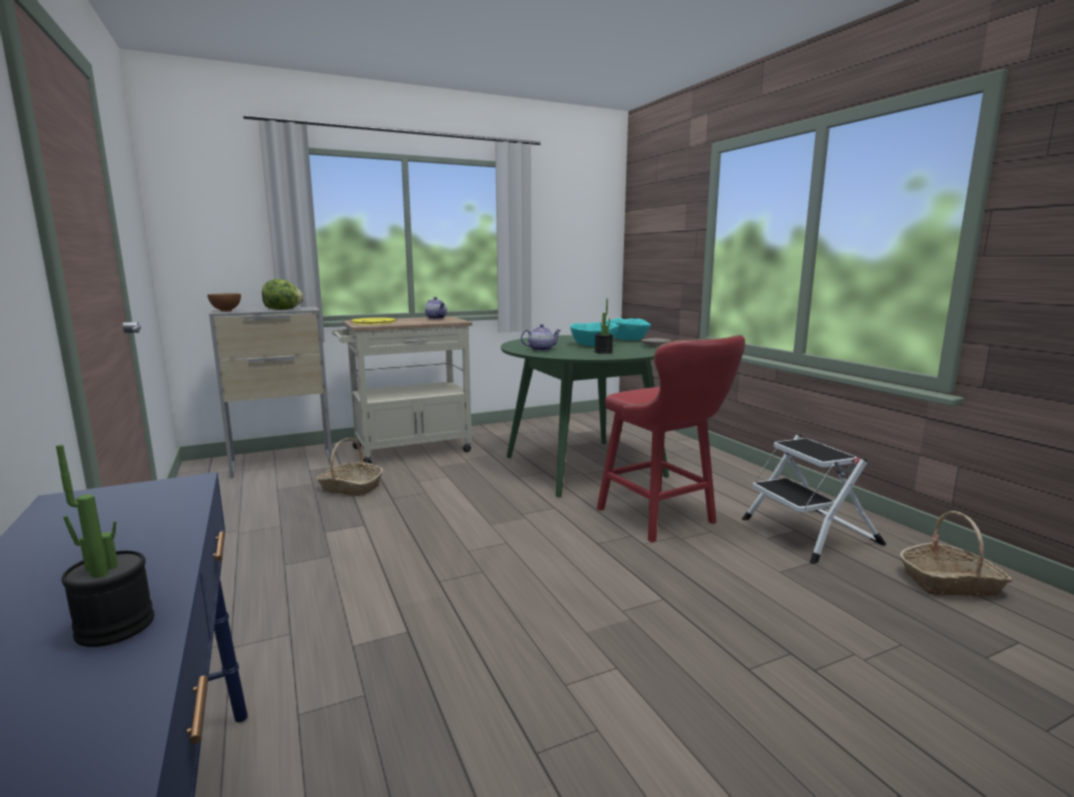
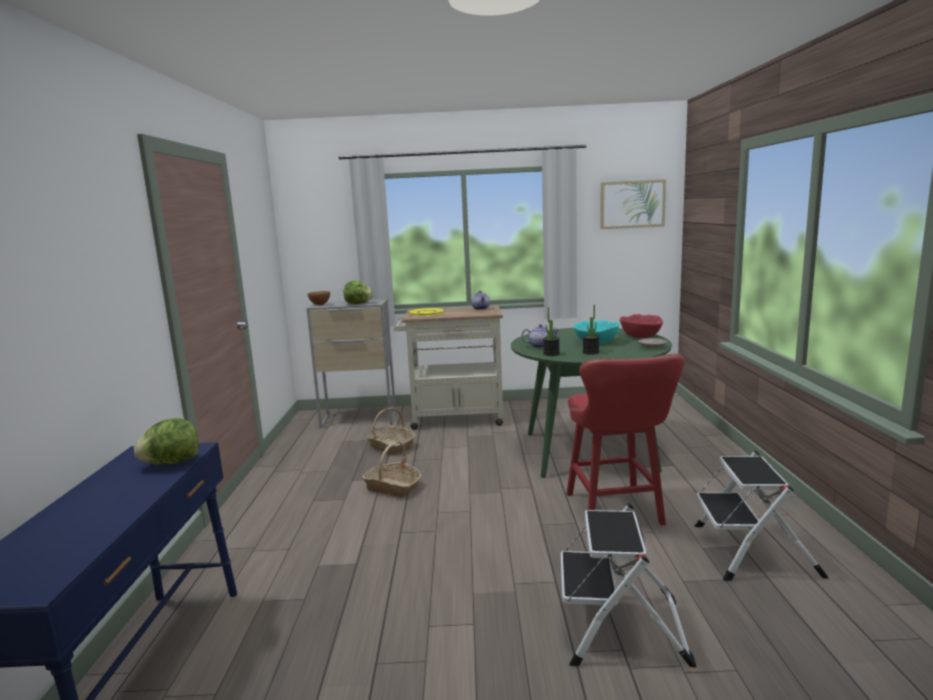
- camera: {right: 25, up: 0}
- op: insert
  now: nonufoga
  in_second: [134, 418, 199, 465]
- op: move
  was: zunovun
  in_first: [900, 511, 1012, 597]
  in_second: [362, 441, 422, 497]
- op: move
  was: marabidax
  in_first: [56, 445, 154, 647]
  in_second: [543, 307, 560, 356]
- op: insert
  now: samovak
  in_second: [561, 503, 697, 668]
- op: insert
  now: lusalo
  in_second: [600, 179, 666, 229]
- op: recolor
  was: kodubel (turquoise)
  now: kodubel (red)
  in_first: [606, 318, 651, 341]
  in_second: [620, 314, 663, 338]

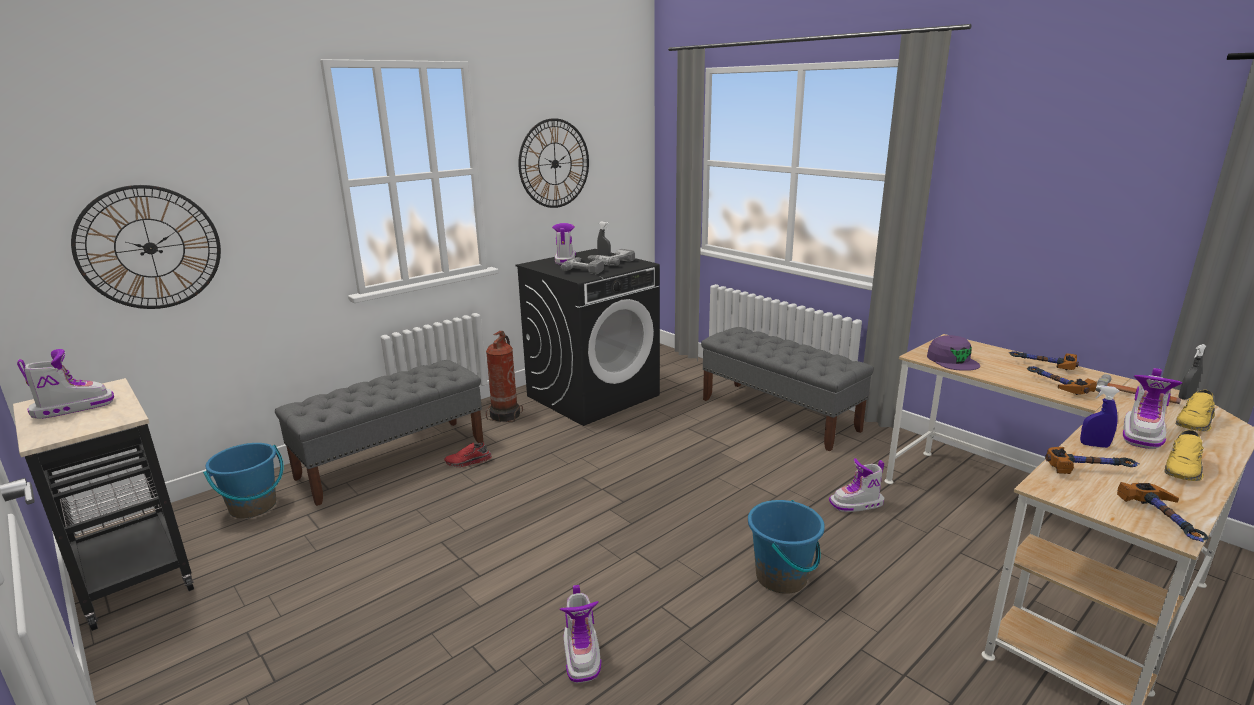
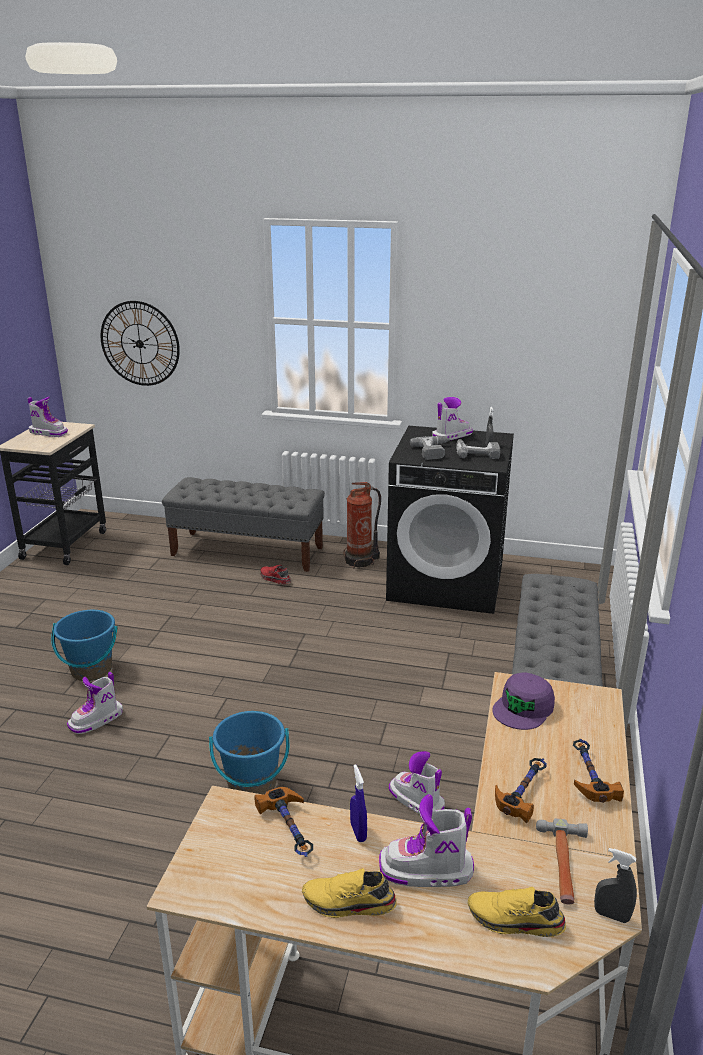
- camera: {right: 55, up: 5}
- op: move
  was: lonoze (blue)
  in_first: [203, 443, 284, 518]
  in_second: [51, 610, 118, 681]
- op: delete
  was: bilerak
  in_first: [518, 118, 589, 208]
- op: delete
  was: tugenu
  in_first: [1117, 482, 1209, 542]

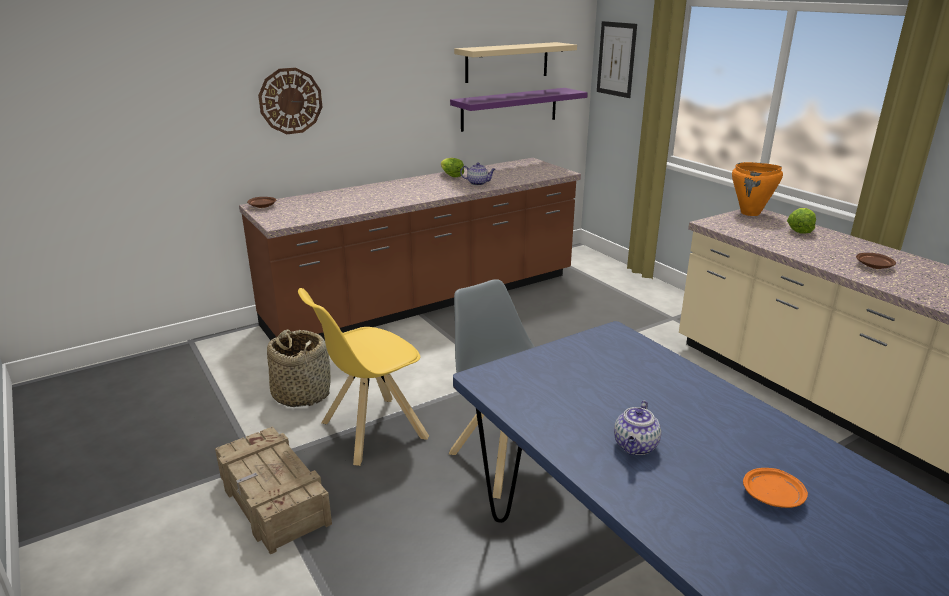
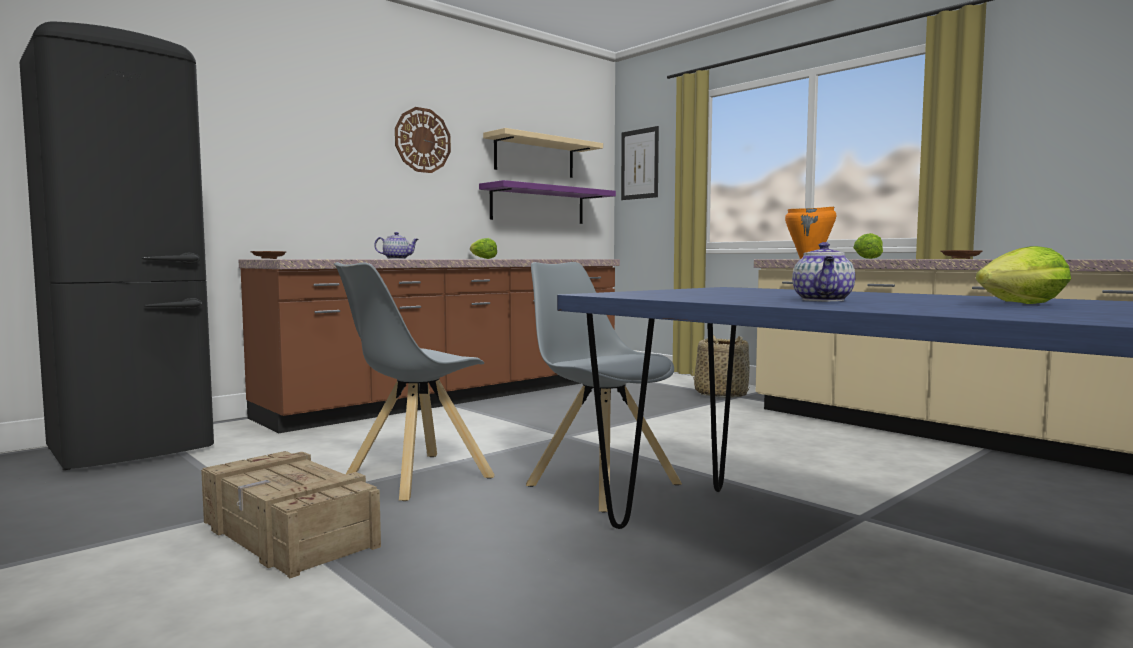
- camera: {right: -10, up: -20}
- op: insert
  now: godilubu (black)
  in_second: [20, 21, 214, 470]
- op: recolor
  was: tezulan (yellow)
  now: tezulan (grey)
  in_first: [298, 288, 429, 466]
  in_second: [334, 262, 495, 501]
- op: move
  was: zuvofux
  in_first: [460, 162, 496, 186]
  in_second: [374, 232, 419, 259]
- op: move
  was: bilerak
  in_first: [258, 68, 322, 134]
  in_second: [395, 107, 451, 173]
- op: move
  was: zunovun
  in_first: [267, 330, 331, 407]
  in_second: [692, 335, 750, 398]
- op: replace
  was: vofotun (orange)
  now: nonufoga
  in_first: [743, 468, 808, 508]
  in_second: [976, 246, 1071, 304]

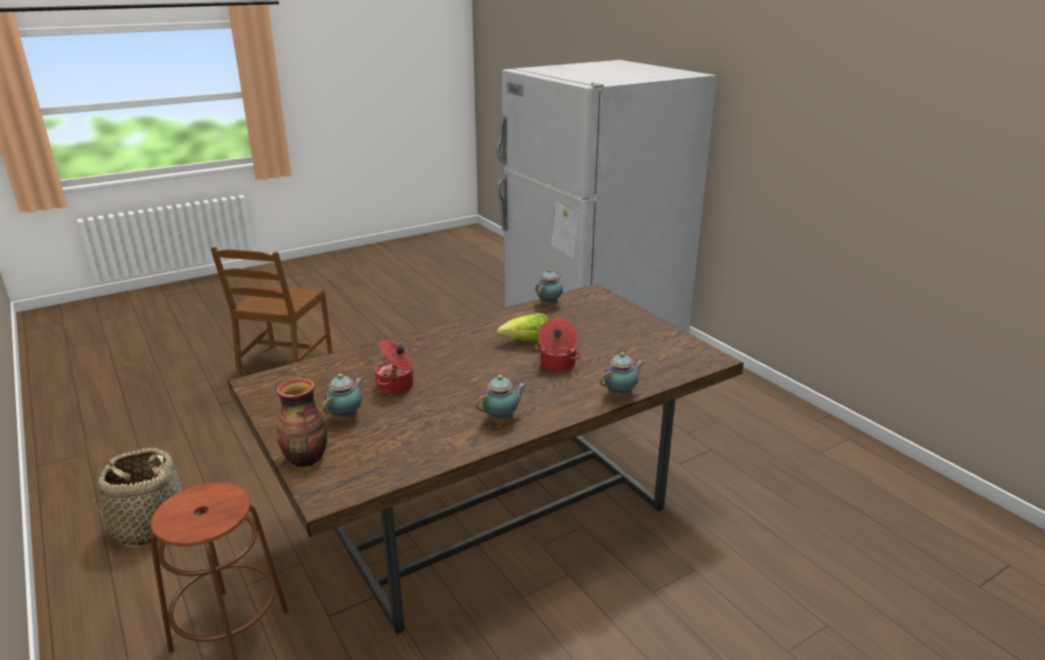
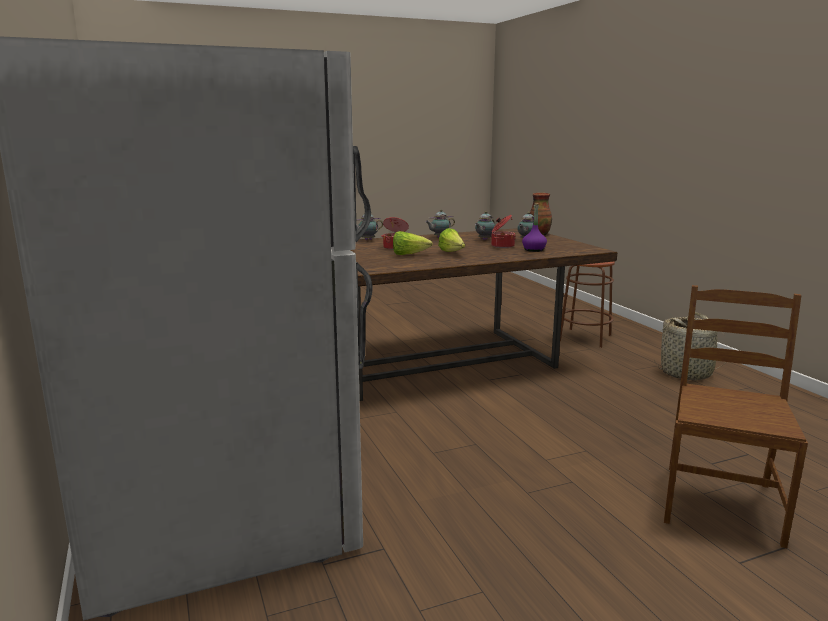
- camera: {right: -170, up: -10}
- op: insert
  now: nonufoga
  in_second: [438, 228, 465, 252]
- op: move
  was: zuvofux
  in_first: [535, 269, 563, 306]
  in_second: [475, 211, 495, 240]
- op: insert
  now: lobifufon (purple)
  in_second: [522, 203, 547, 252]

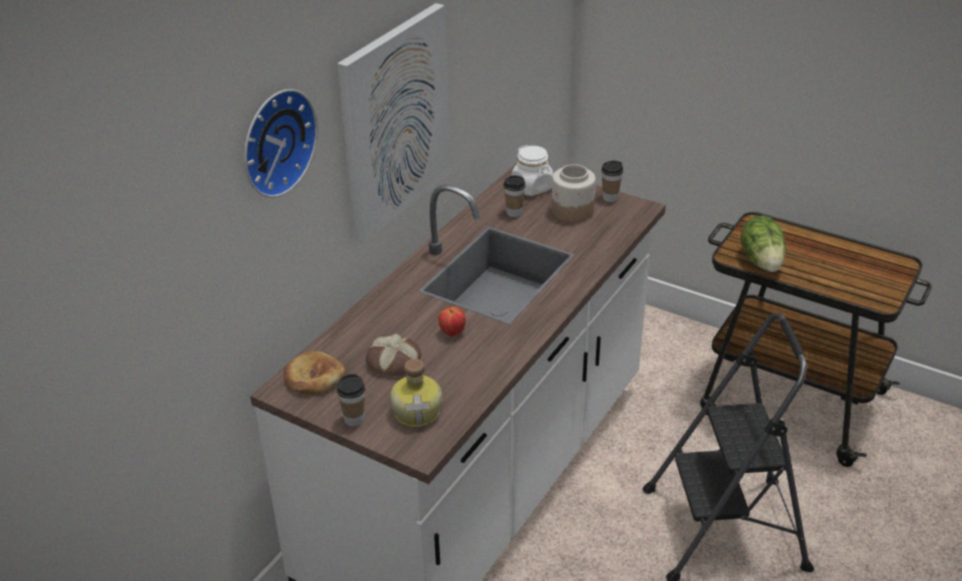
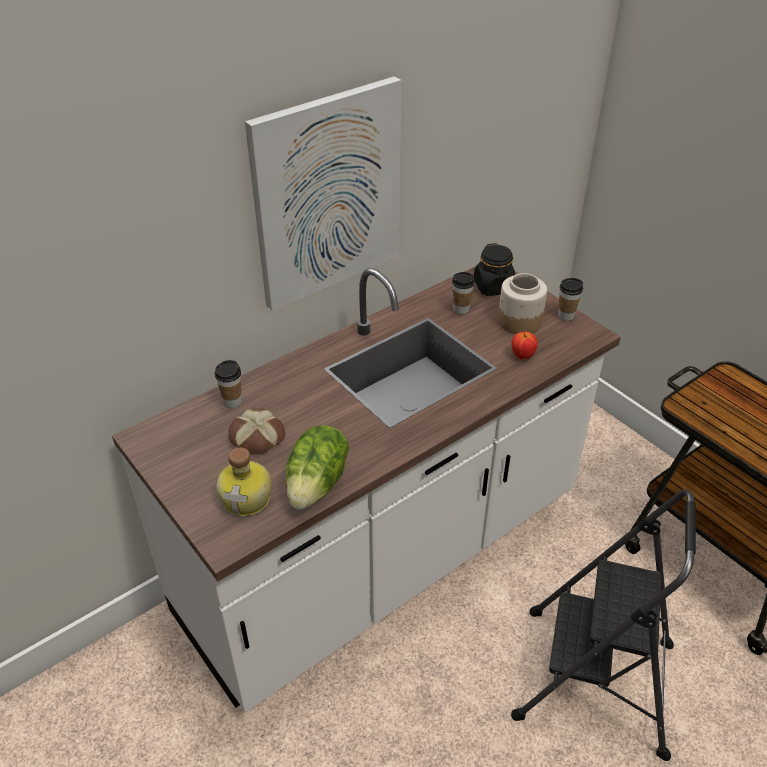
- camera: {right: 20, up: 5}
- op: move
  was: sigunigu
  in_first: [337, 374, 365, 426]
  in_second: [215, 360, 242, 408]
- op: move
  was: nonufoga
  in_first: [741, 216, 786, 272]
  in_second: [286, 425, 349, 509]
- op: recolor
  was: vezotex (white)
  now: vezotex (black)
  in_first: [511, 145, 554, 196]
  in_second: [474, 243, 515, 296]
- op: move
  was: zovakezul
  in_first: [438, 307, 466, 337]
  in_second: [512, 332, 538, 359]
- op: delete
  was: bilerak
  in_first: [244, 89, 318, 198]
- op: delete
  was: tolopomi
  in_first: [284, 351, 346, 394]

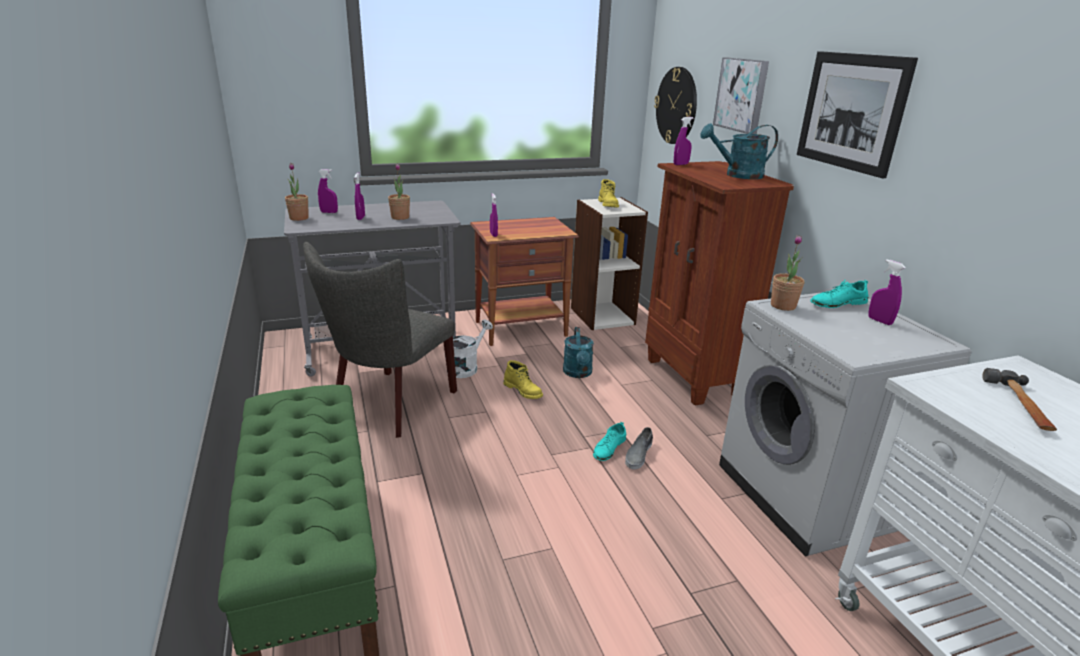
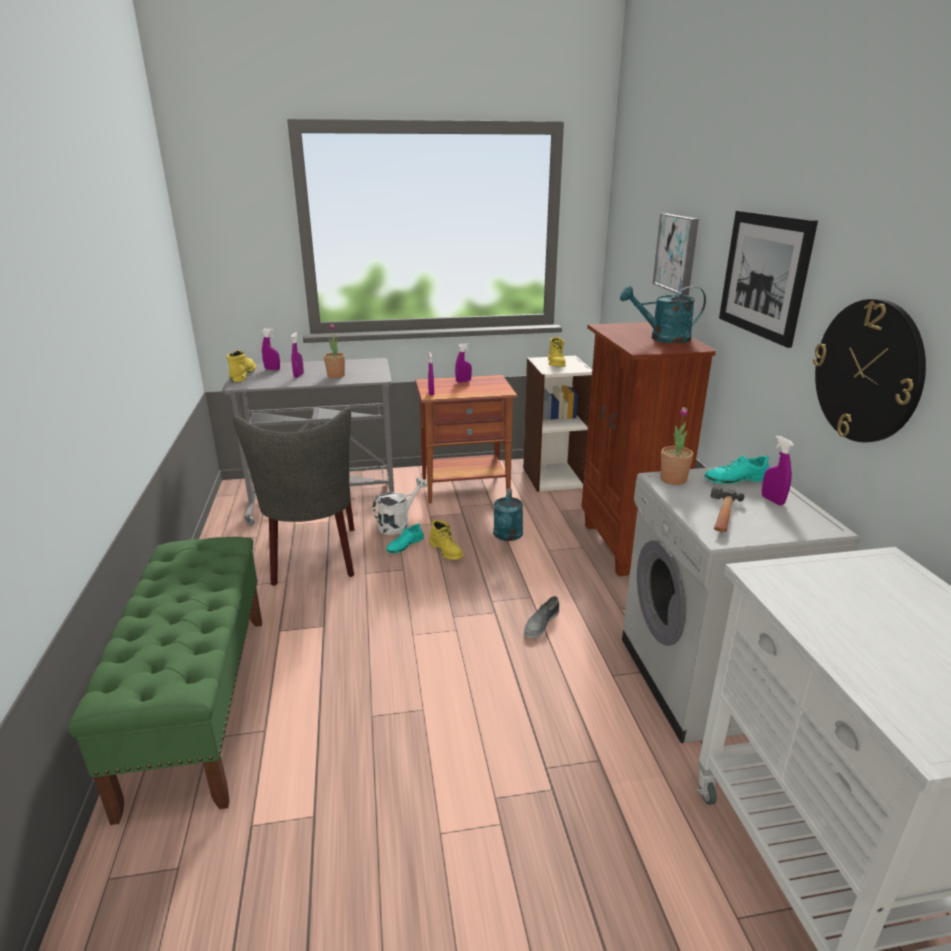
- camera: {right: 10, up: 0}
- op: replace
  was: marabidax
  now: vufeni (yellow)
  in_first: [285, 163, 309, 221]
  in_second: [227, 351, 256, 382]
- op: rotate
  was: tezulan (grey)
  in_first: [303, 242, 457, 438]
  in_second: [233, 407, 354, 586]
  clockwise: -45
- op: move
  was: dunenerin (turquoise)
  in_first: [593, 422, 626, 461]
  in_second: [386, 524, 424, 553]
- op: move
  was: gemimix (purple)
  in_first: [674, 117, 693, 165]
  in_second: [455, 343, 472, 382]
- op: move
  was: tugenu
  in_first: [982, 368, 1057, 431]
  in_second: [711, 486, 744, 532]
- op: move
  was: bilerak
  in_first: [654, 67, 697, 144]
  in_second: [813, 299, 926, 442]

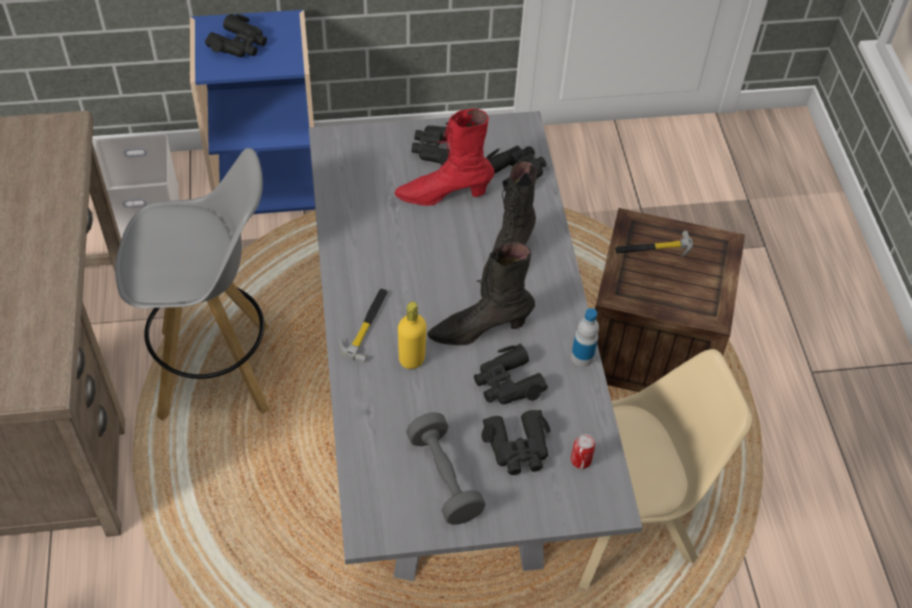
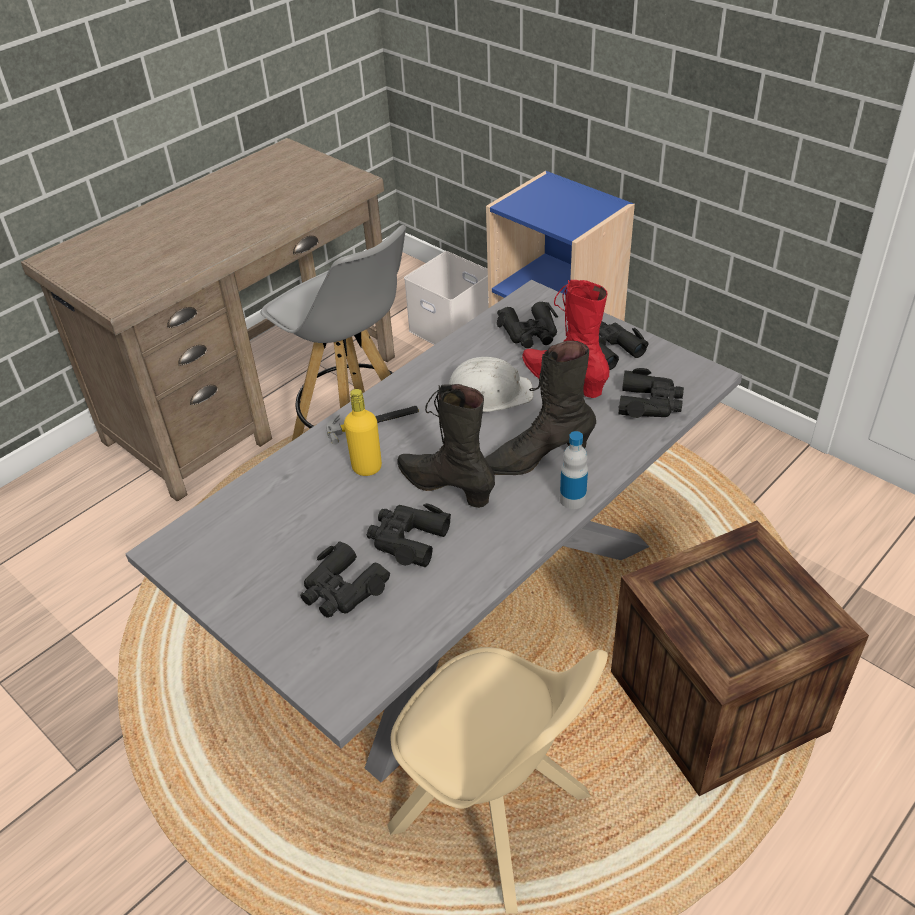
- camera: {right: 55, up: -10}
- op: insert
  now: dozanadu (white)
  in_second: [449, 357, 534, 412]
- op: move
  was: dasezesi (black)
  in_first: [205, 14, 267, 57]
  in_second: [497, 302, 558, 348]
- op: move
  was: lobifufon
  in_first: [571, 308, 599, 367]
  in_second: [560, 431, 588, 509]
- op: delete
  was: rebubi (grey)
  in_first: [406, 413, 486, 525]
- op: delete
  was: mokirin
  in_first: [571, 434, 595, 469]
- op: delete
  was: tugenu
  in_first: [615, 231, 693, 258]

